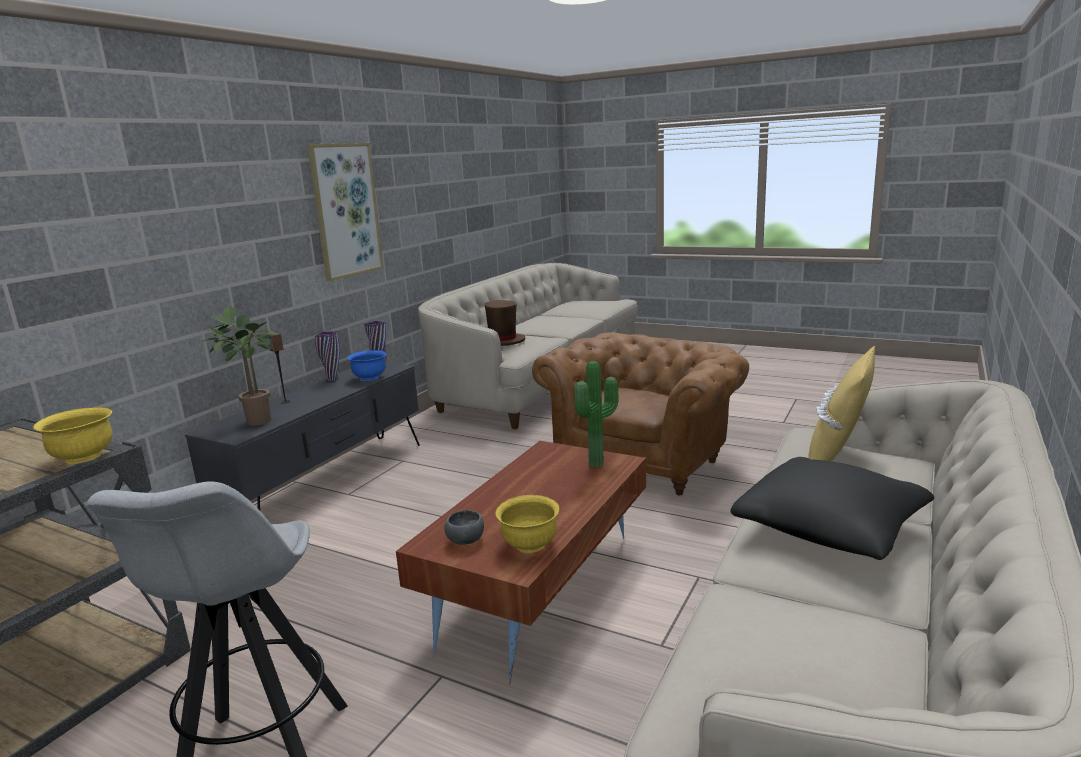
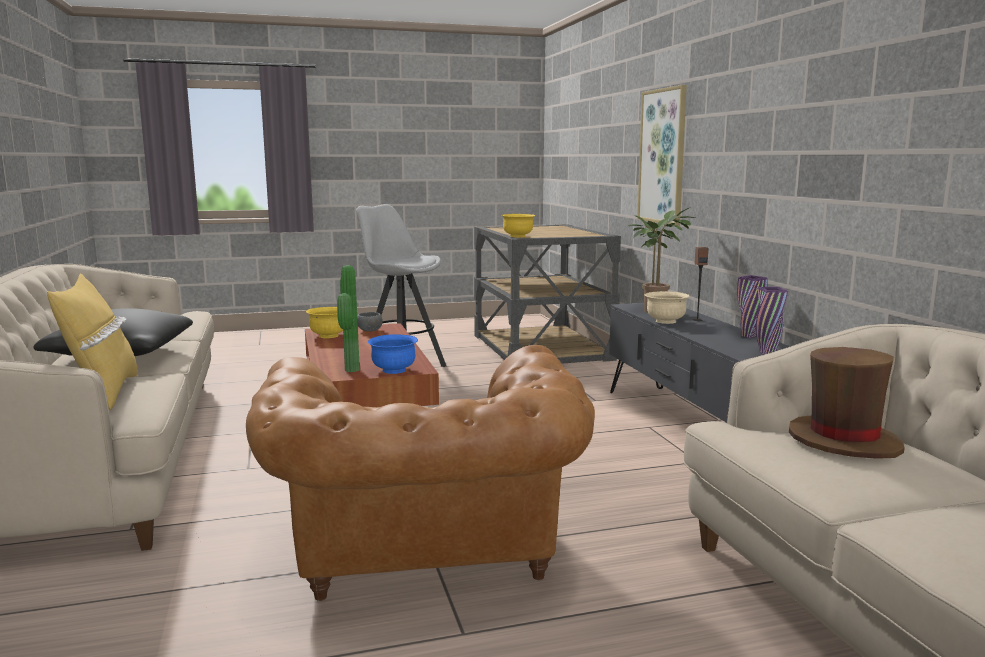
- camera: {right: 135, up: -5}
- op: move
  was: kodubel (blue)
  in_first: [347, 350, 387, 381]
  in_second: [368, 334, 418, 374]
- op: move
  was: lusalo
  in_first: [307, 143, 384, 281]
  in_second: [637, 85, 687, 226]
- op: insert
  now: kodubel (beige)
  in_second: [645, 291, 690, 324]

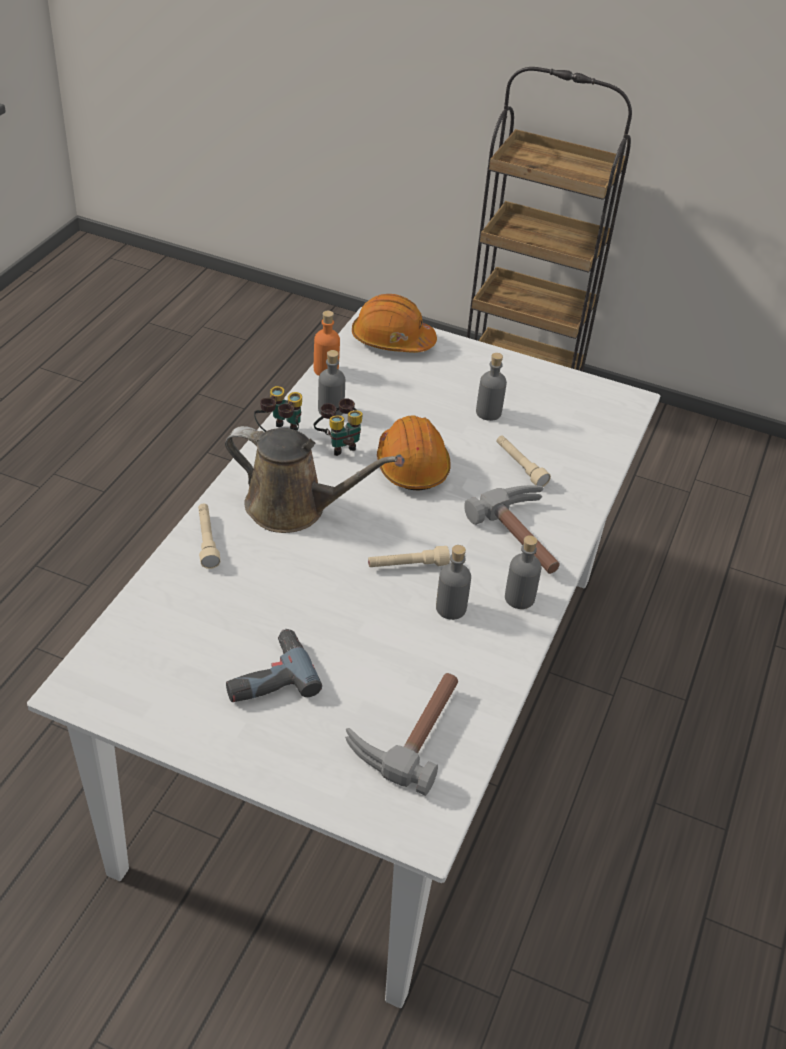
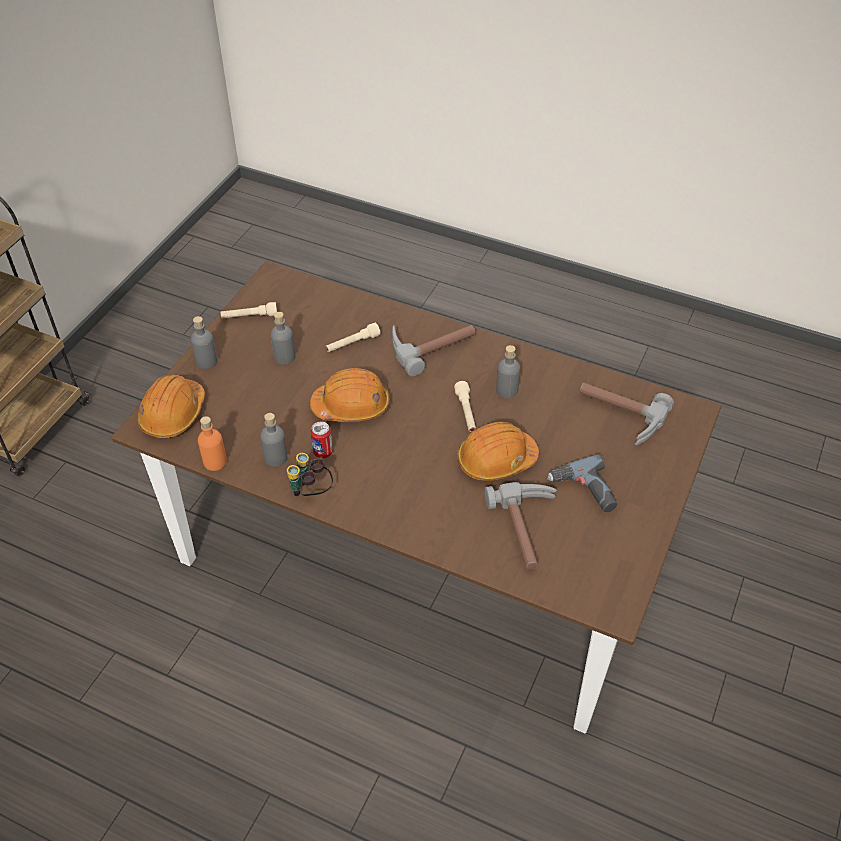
- camera: {right: -85, up: 5}
- op: recolor
  was: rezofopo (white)
  now: rezofopo (brown)
  in_first: [27, 307, 660, 1008]
  in_second: [111, 261, 722, 733]
- op: move
  was: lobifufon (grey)
  in_first: [505, 535, 541, 609]
  in_second: [191, 316, 218, 369]
- op: move
  was: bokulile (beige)
  in_first: [198, 503, 220, 569]
  in_second: [221, 302, 277, 318]
- op: replace
  was: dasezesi
  now: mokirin
  in_first: [313, 398, 363, 456]
  in_second: [311, 422, 333, 458]
- op: insert
  now: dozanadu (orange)
  in_second: [457, 422, 539, 481]
- op: insert
  now: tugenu
  in_second: [485, 482, 557, 570]
- op: delete
  was: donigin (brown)
  in_first: [225, 426, 397, 533]

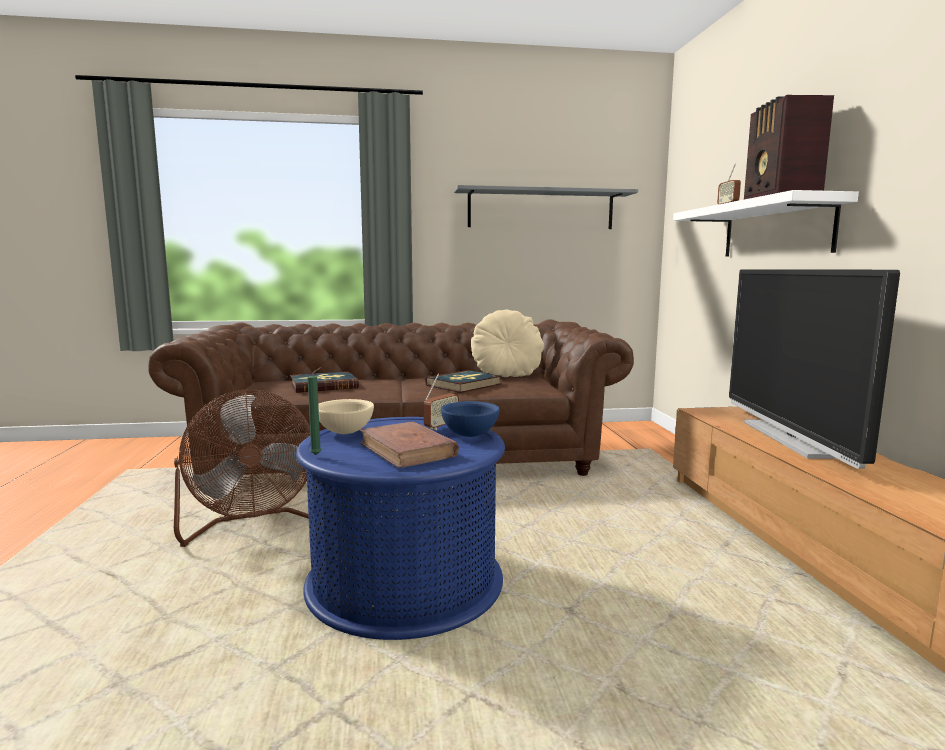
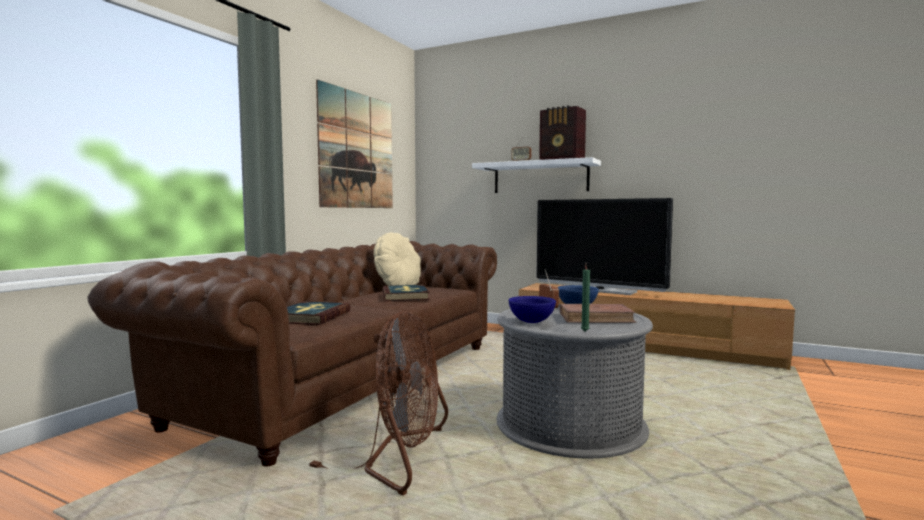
- camera: {right: -55, up: -5}
- op: replace
  was: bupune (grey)
  now: lusalo
  in_first: [454, 185, 638, 229]
  in_second: [316, 79, 393, 208]
- op: recolor
  was: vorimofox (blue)
  now: vorimofox (grey)
  in_first: [296, 417, 505, 640]
  in_second: [497, 304, 653, 458]
- op: recolor
  was: kodubel (beige)
  now: kodubel (blue)
  in_first: [318, 399, 374, 434]
  in_second: [508, 296, 556, 323]

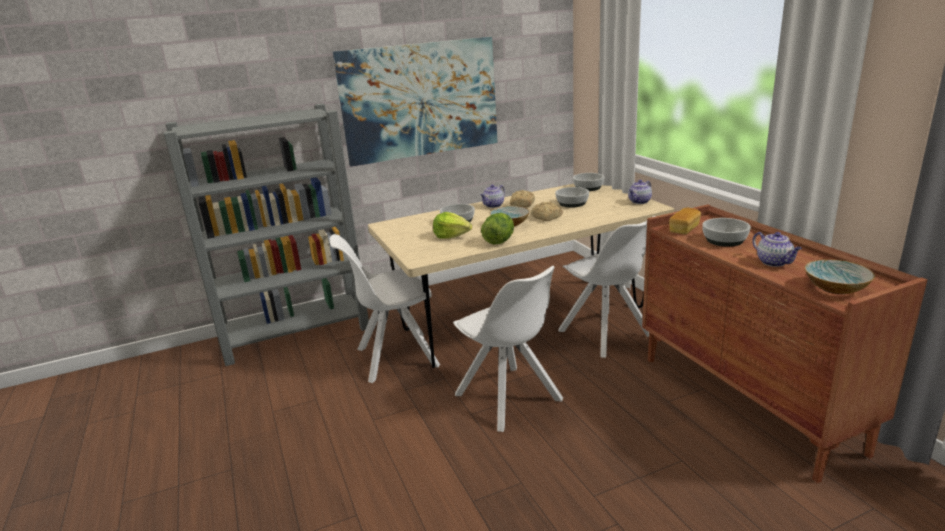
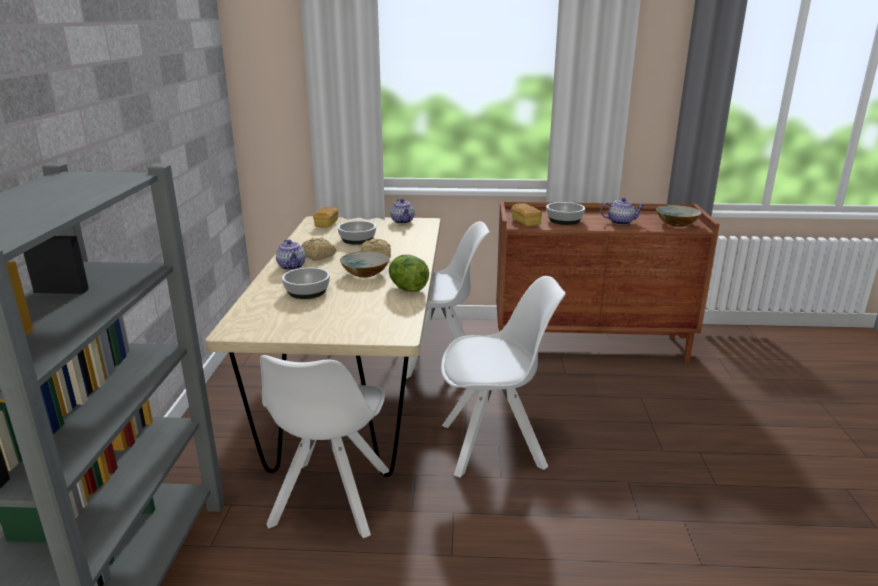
- camera: {right: -65, up: 0}
- op: replace
  was: kodubel
  now: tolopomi
  in_first: [573, 173, 604, 191]
  in_second: [313, 207, 338, 228]
- op: delete
  was: lusalo
  in_first: [333, 37, 498, 167]
- op: delete
  was: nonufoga
  in_first: [433, 212, 472, 239]

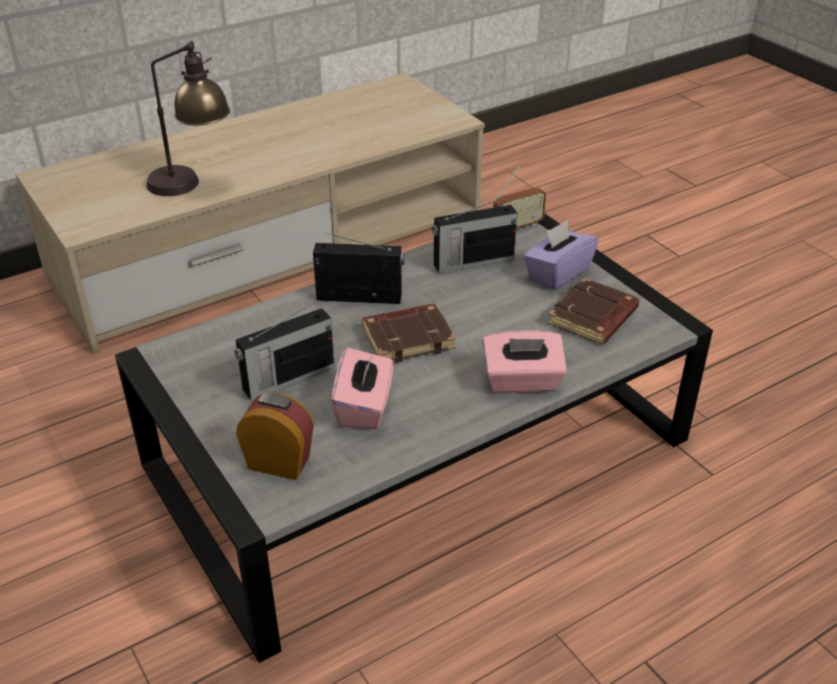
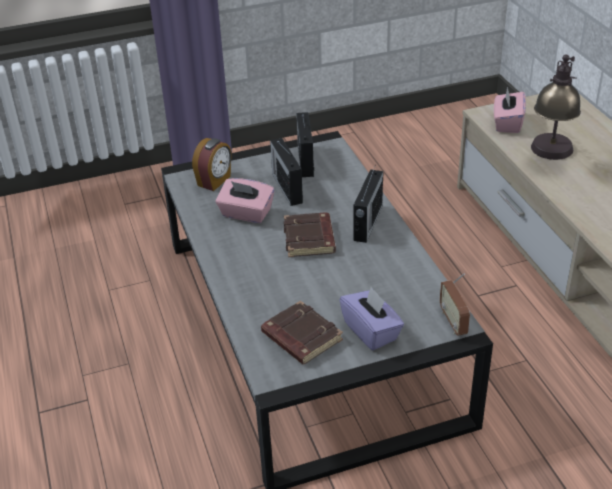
- camera: {right: 105, up: 0}
- op: move
  was: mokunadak
  in_first: [432, 197, 517, 273]
  in_second: [296, 112, 314, 177]
- op: move
  was: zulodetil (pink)
  in_first: [483, 330, 567, 394]
  in_second: [494, 87, 526, 133]

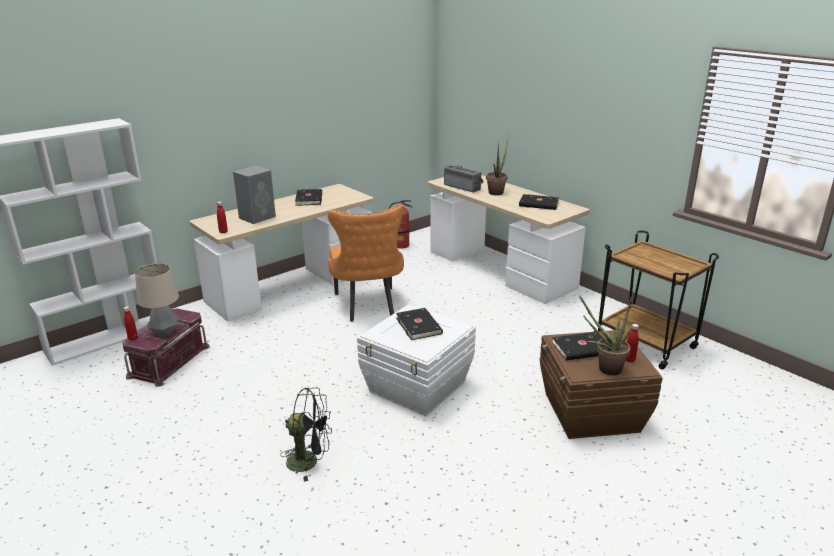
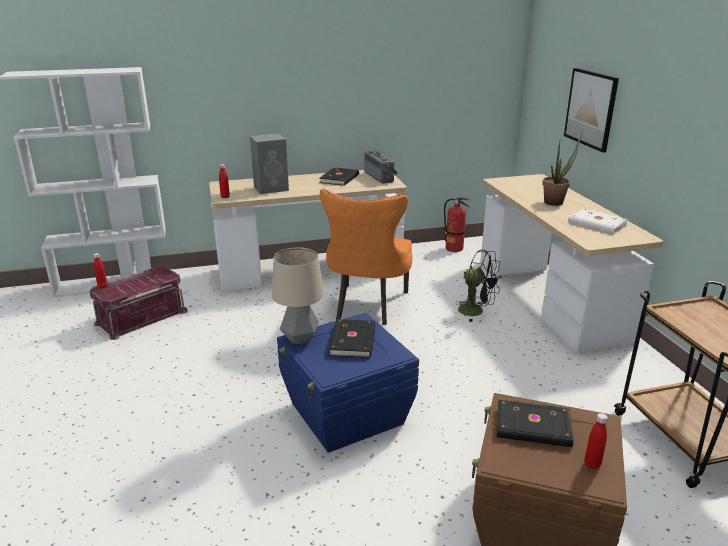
- camera: {right: 25, up: 0}
- op: move
  was: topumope
  in_first: [135, 263, 179, 337]
  in_second: [272, 248, 324, 345]
- op: recolor
  was: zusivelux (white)
  now: zusivelux (blue)
  in_first: [357, 304, 476, 416]
  in_second: [277, 313, 419, 453]
- op: move
  was: mokunadak
  in_first: [444, 165, 484, 192]
  in_second: [364, 150, 398, 184]
- op: move
  was: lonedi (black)
  in_first: [280, 388, 332, 482]
  in_second: [455, 250, 502, 322]
- op: insert
  now: lusalo
  in_second: [564, 68, 619, 152]
- op: recolor
  was: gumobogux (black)
  now: gumobogux (white)
  in_first: [519, 194, 559, 210]
  in_second: [568, 208, 628, 234]
- op: delete
  was: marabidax
  in_first: [579, 295, 632, 375]

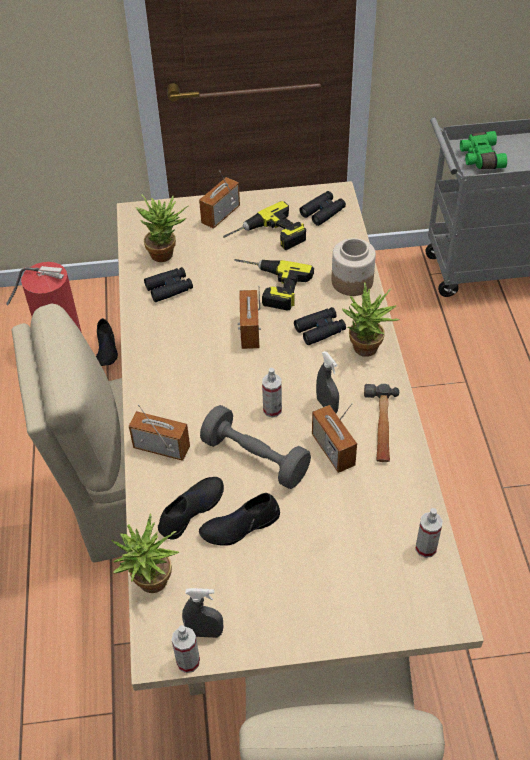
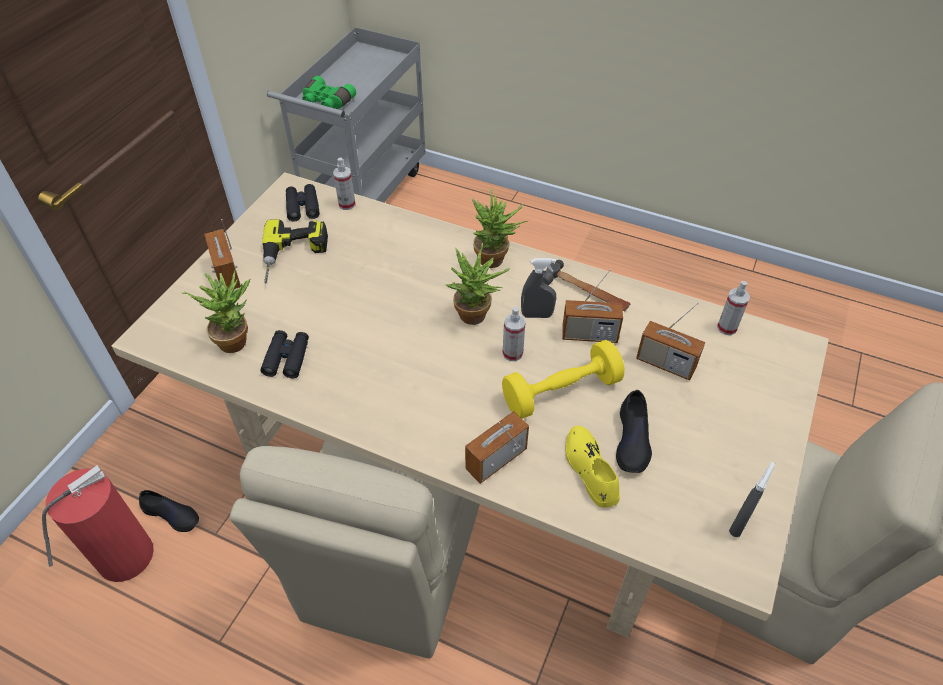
- camera: {right: -60, up: 0}
- op: move
  was: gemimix
  in_first: [172, 625, 200, 673]
  in_second: [333, 158, 356, 210]
- op: move
  was: marabidax
  in_first: [111, 513, 179, 593]
  in_second: [446, 243, 511, 325]
- op: recolor
  was: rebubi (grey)
  now: rebubi (yellow)
  in_first: [200, 405, 311, 489]
  in_second: [502, 340, 625, 419]
- op: recolor
  was: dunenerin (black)
  now: dunenerin (yellow)
  in_first: [158, 477, 224, 539]
  in_second: [566, 426, 620, 507]
- op: move
  was: mokunadak
  in_first: [238, 286, 261, 349]
  in_second: [636, 302, 705, 380]
- op: delete
  was: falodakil
  in_first: [234, 259, 314, 310]
- op: delete
  was: dasezesi (black)
  in_first: [294, 307, 346, 345]
- op: delete
  was: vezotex
  in_first: [332, 238, 376, 296]

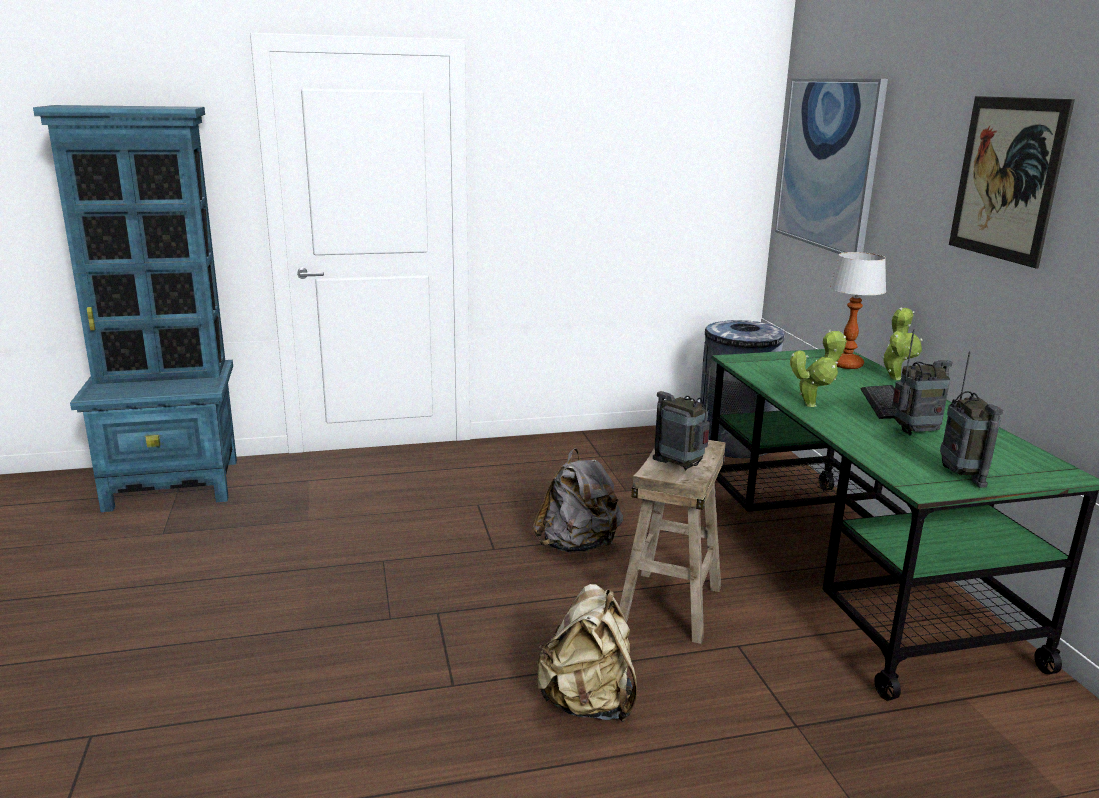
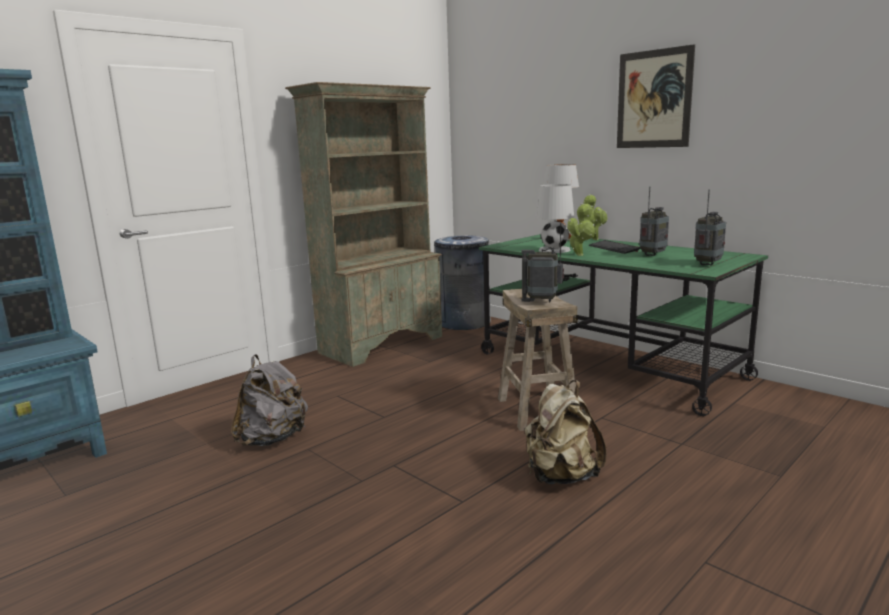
- camera: {right: -30, up: -5}
- op: move
  was: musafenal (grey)
  in_first: [533, 448, 623, 552]
  in_second: [231, 354, 308, 446]
- op: insert
  now: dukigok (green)
  in_second: [285, 82, 442, 367]
- op: insert
  now: topumope (white)
  in_second: [536, 184, 574, 253]
- op: rotate
  was: mokunadak
  in_first: [940, 351, 1003, 488]
  in_second: [694, 190, 726, 265]
  clockwise: -105
- op: delete
  was: lusalo
  in_first: [775, 78, 888, 254]

